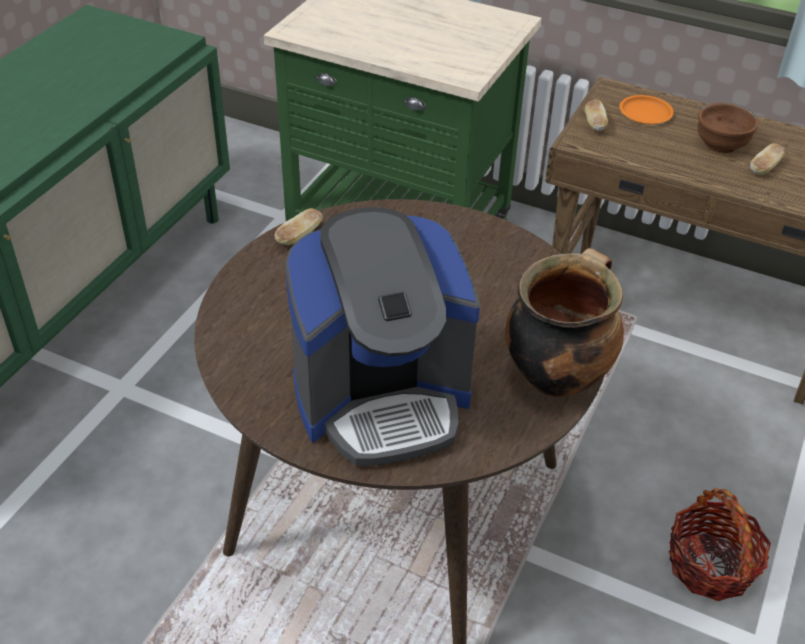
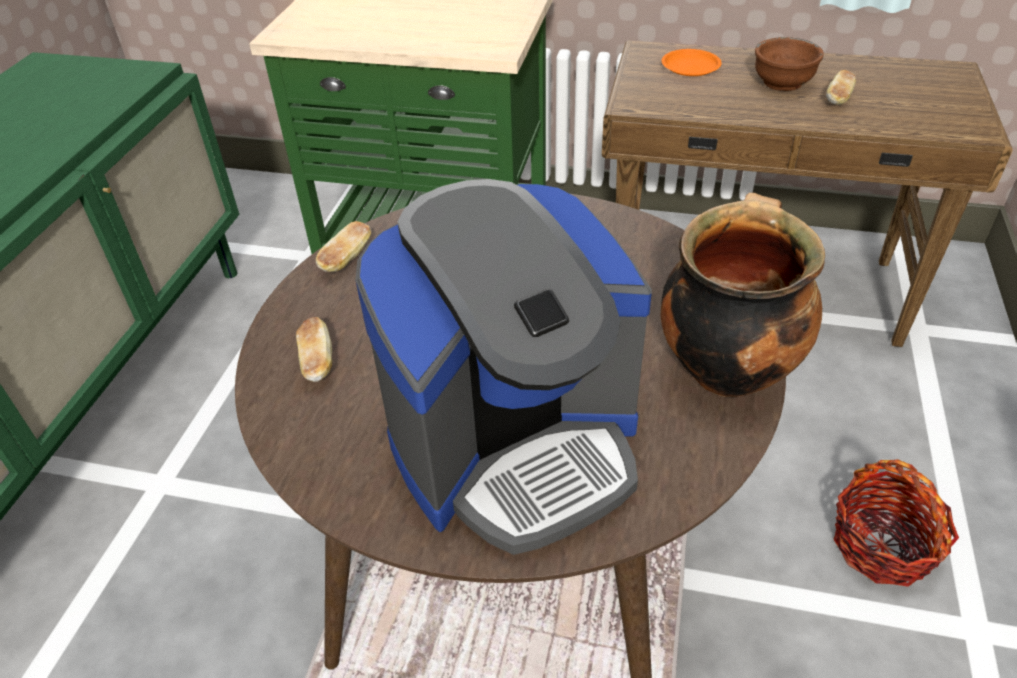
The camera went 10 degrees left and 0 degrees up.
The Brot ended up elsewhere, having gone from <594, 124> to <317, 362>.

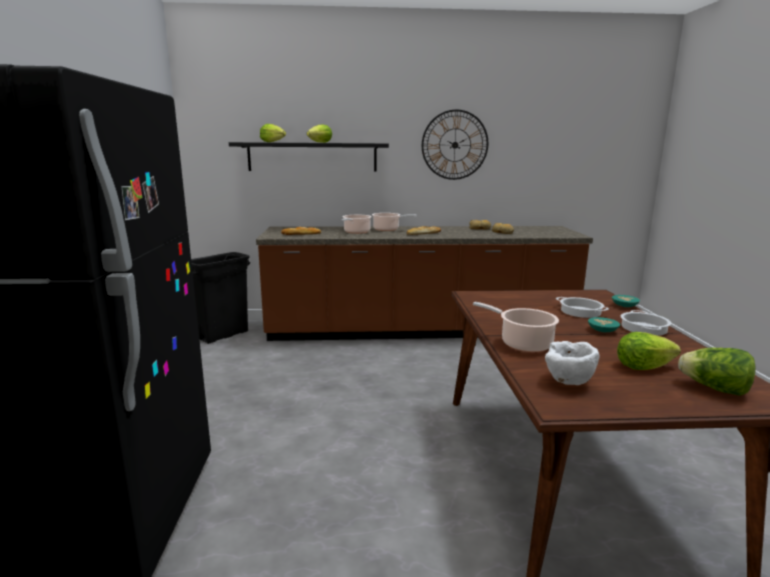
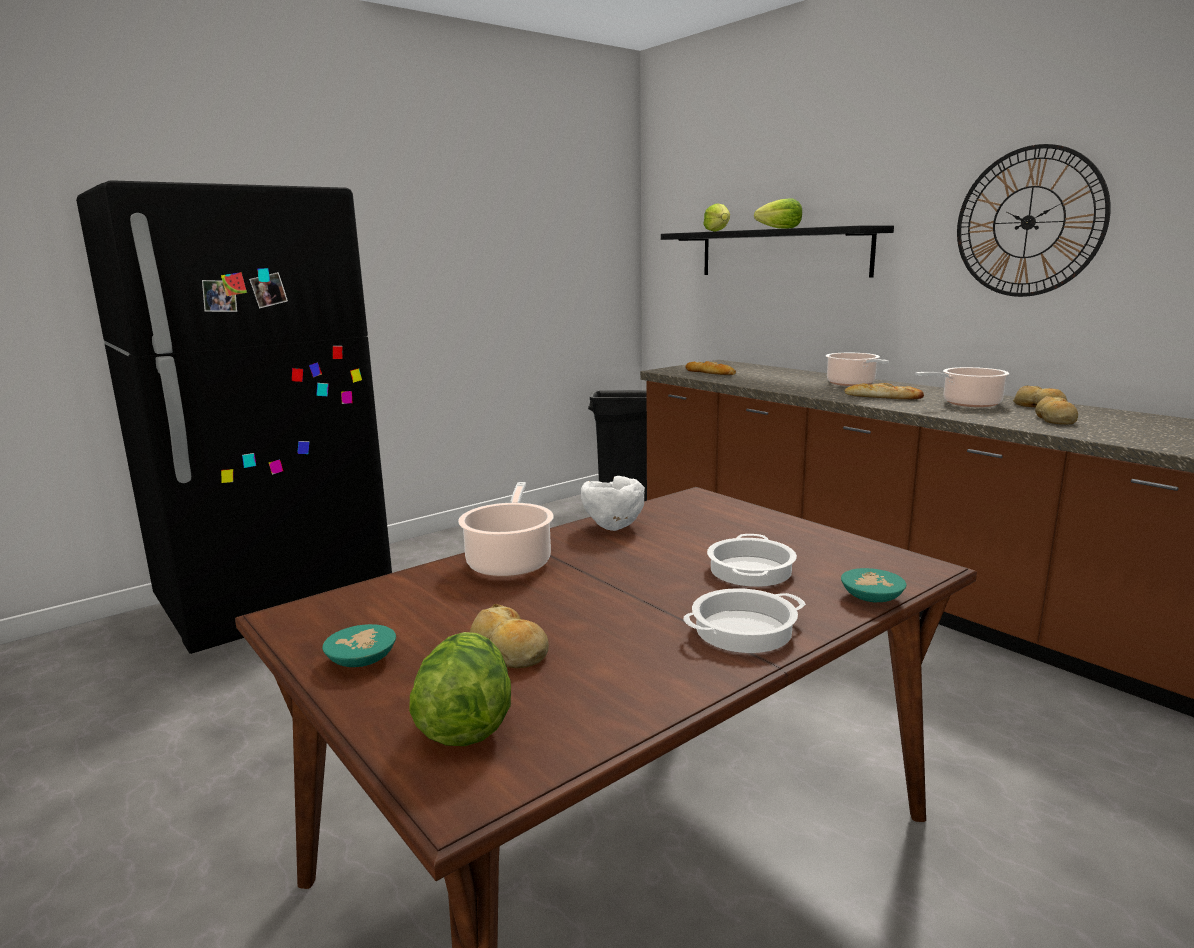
The camera went 55 degrees right and 0 degrees up.
The Schüssel/türkis ended up elsewhere, having gone from <601, 330> to <363, 659>.
Where the Salatkopf stood at <642, 367>, the Brot came to stand at <509, 651>.
The Schüssel/weiß ended up elsewhere, having gone from <568, 382> to <612, 527>.
The Kochtopf ended up elsewhere, having gone from <356, 232> to <968, 403>.

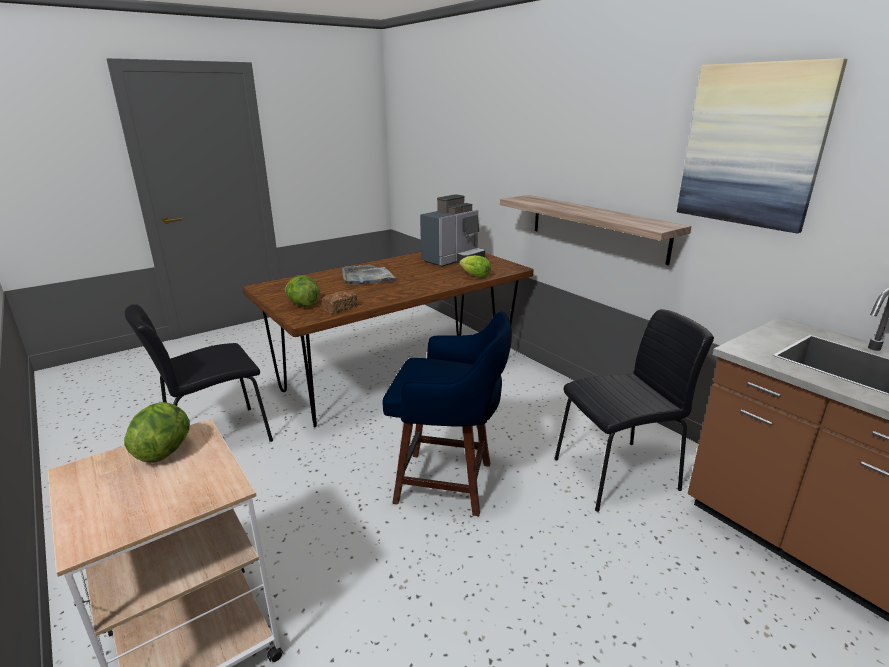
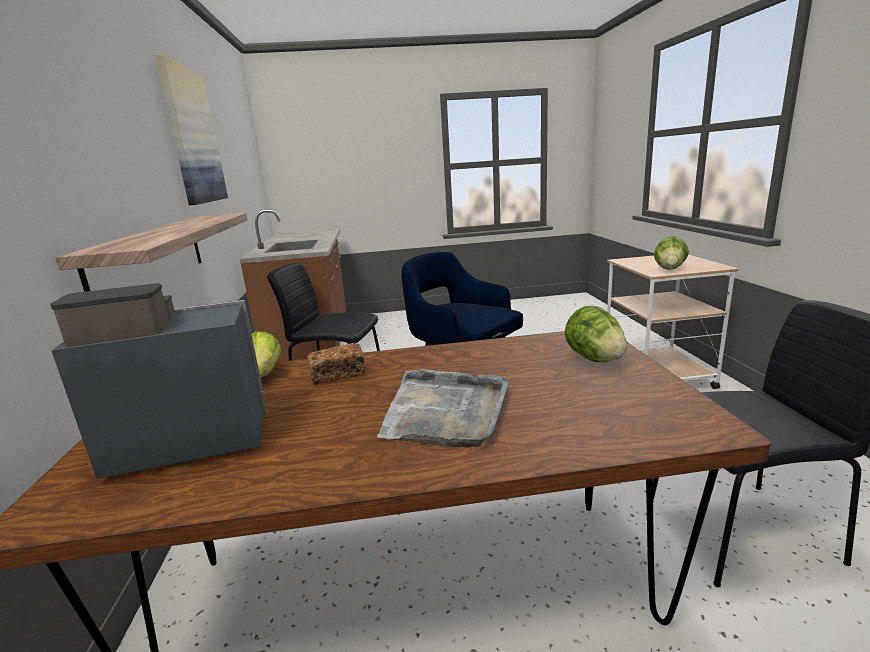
The camera went 150 degrees left and 5 degrees down.
The Brot ended up elsewhere, having gone from <340, 308> to <337, 375>.

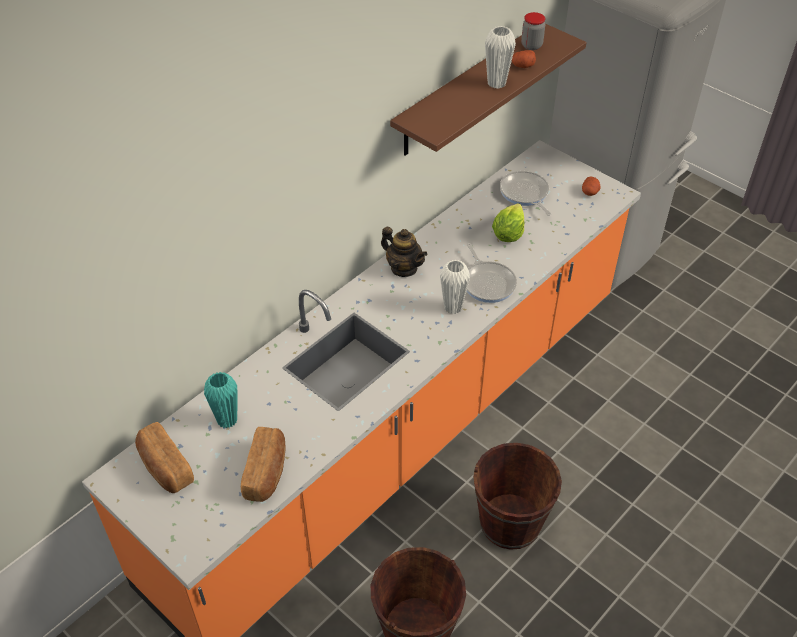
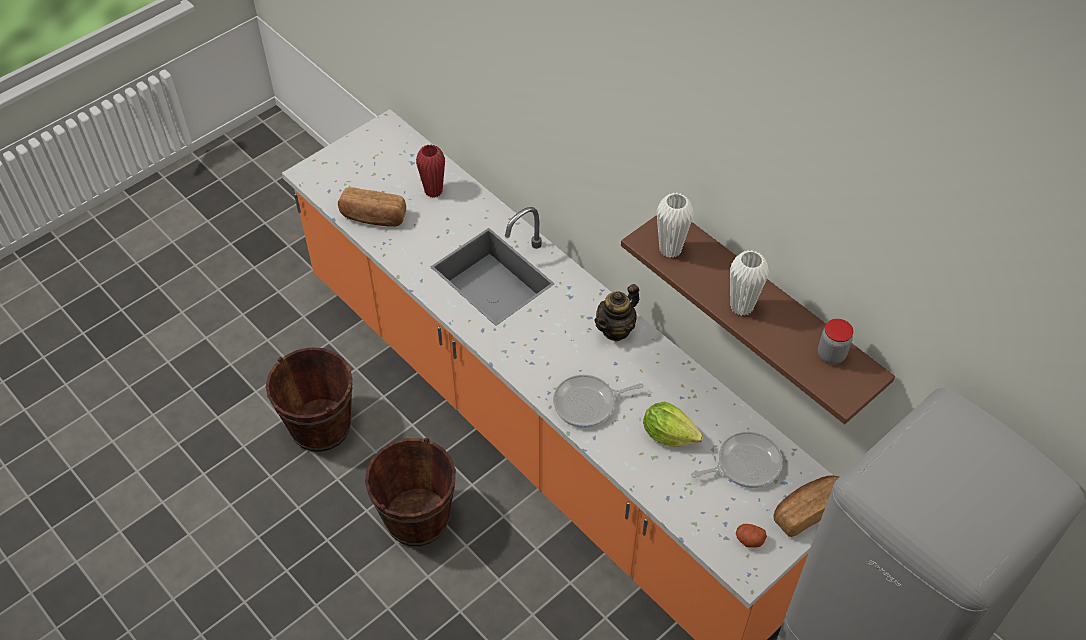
The camera went 95 degrees right and 5 degrees up.
What was the Vase/türkis at <227, 420> turned into the Vase/rot at <433, 191>.
The Vase/weiß ended up elsewhere, having gone from <453, 307> to <670, 249>.
The Brot ended up elsewhere, having gone from <165, 467> to <808, 511>.
The second view lost the Kartoffel at <522, 66>.

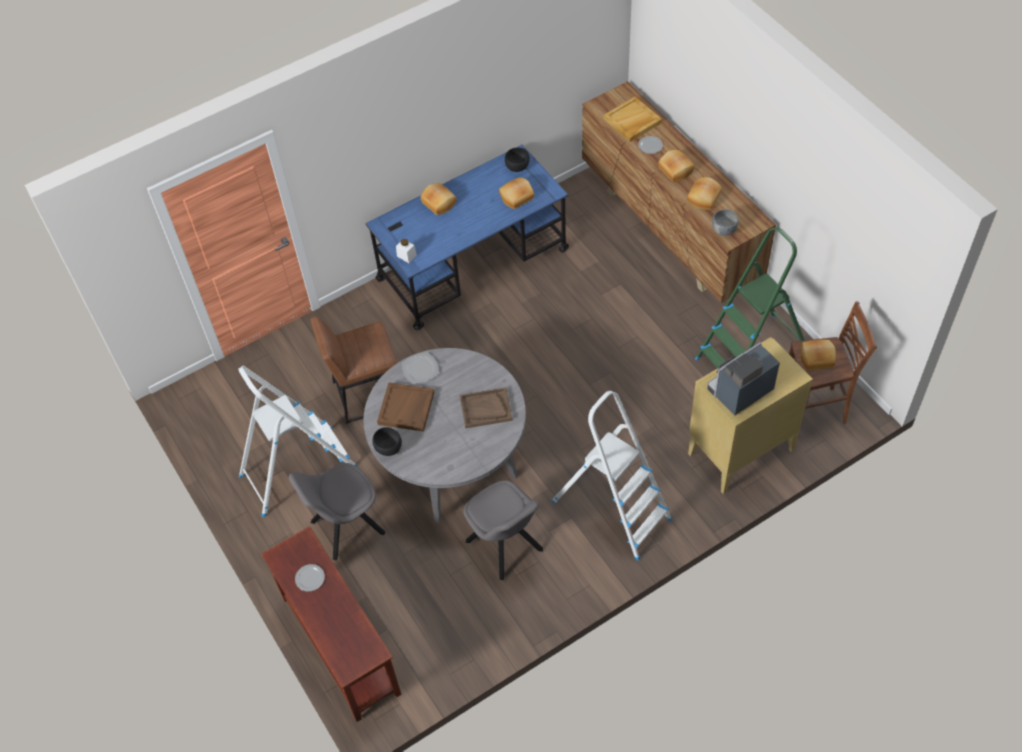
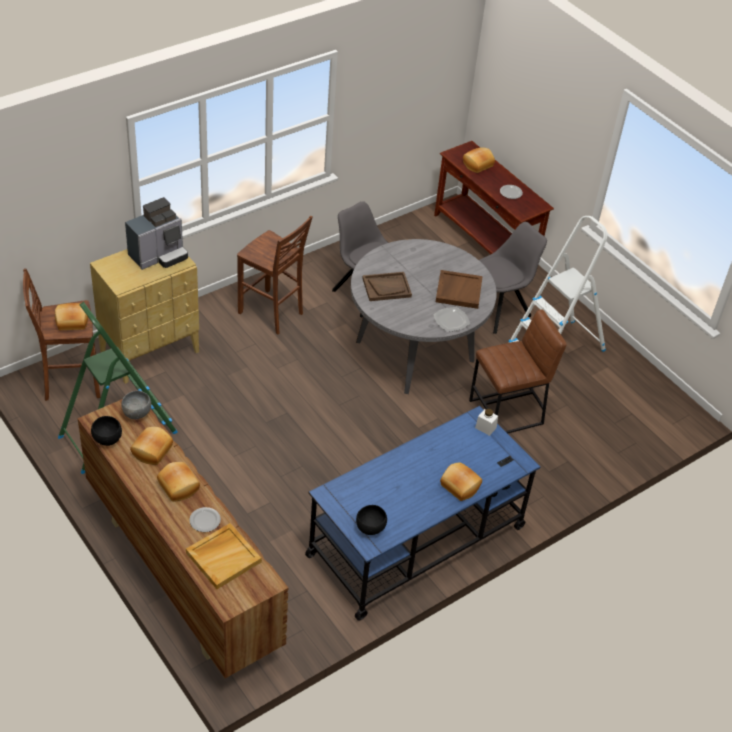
The camera went 170 degrees right and 10 degrees down.
The Schüssel/schwarz ended up elsewhere, having gone from <388, 449> to <107, 439>.
Where the Trittleiter/weiß stood at <612, 510>, the Hocker/braun came to stand at <272, 314>.
The Brot ended up elsewhere, having gone from <517, 198> to <477, 164>.

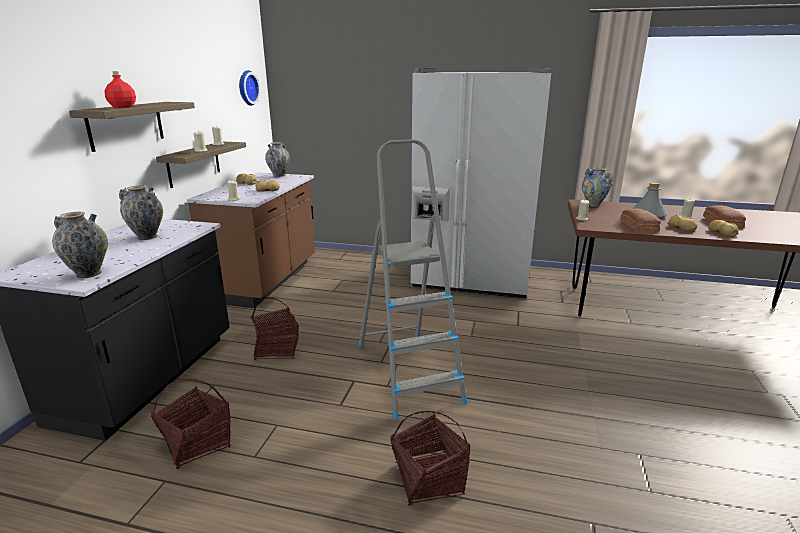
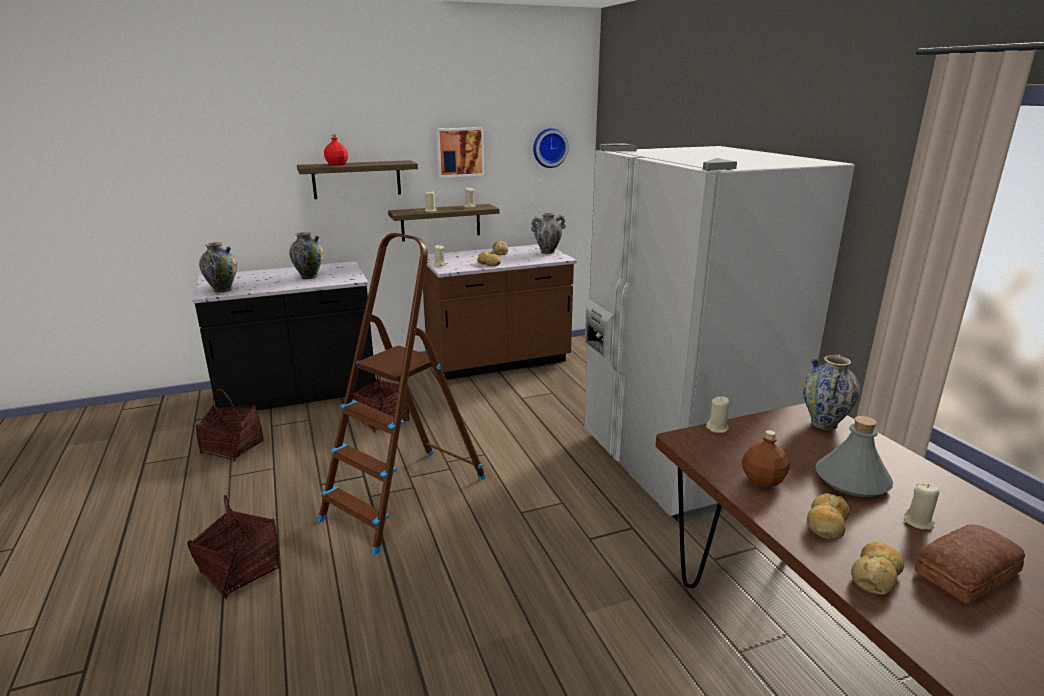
The camera went 55 degrees right and 0 degrees up.
What was the Trittleiter/grau at <408, 371> turned into the Trittleiter/braun at <405, 498>.
The second view gained the Bild at <459, 152>.
Where the Brot stood at <639, 226>, the Flasche/braun came to stand at <763, 480>.

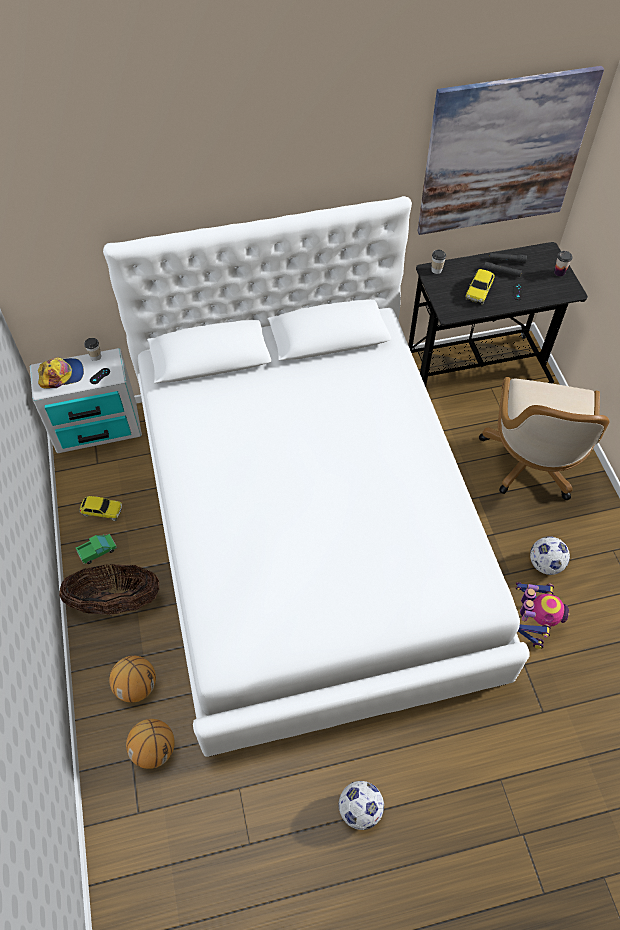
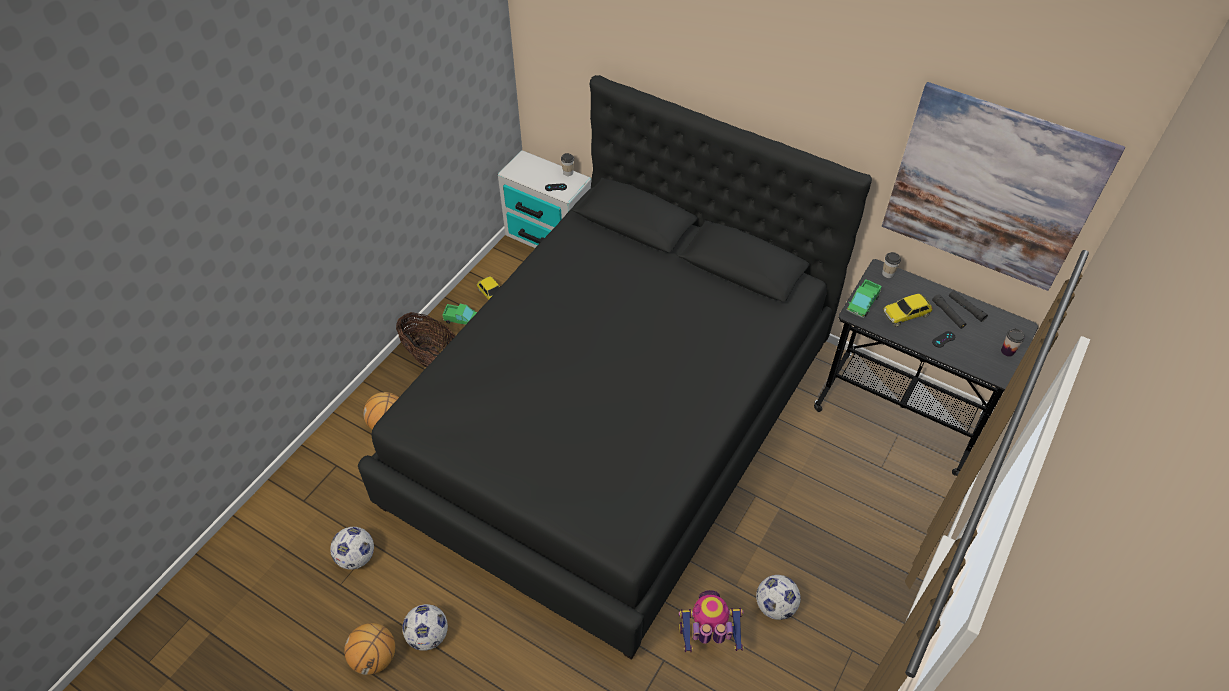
The camera went 45 degrees right and 5 degrees down.
The second view gained the Fußball at <356, 557>.
The Basketball ended up elsewhere, having gone from <154, 749> to <375, 657>.
What was the Bett/weiß at <310, 530> turned into the Bett/schwarz at <615, 422>.
The Spielzeugroboter at <531, 623> ended up facing another way, 150 degrees counterclockwise from before.
The second view gained the Spielzeuglaster at <862, 303>.
The second view lost the Kappe at <61, 375>.
The second view lost the Bürostuhl at <532, 465>.

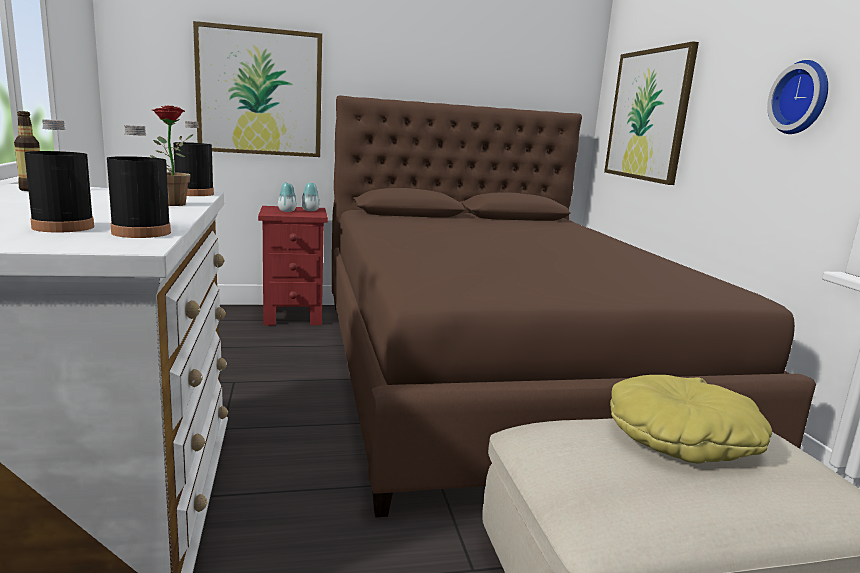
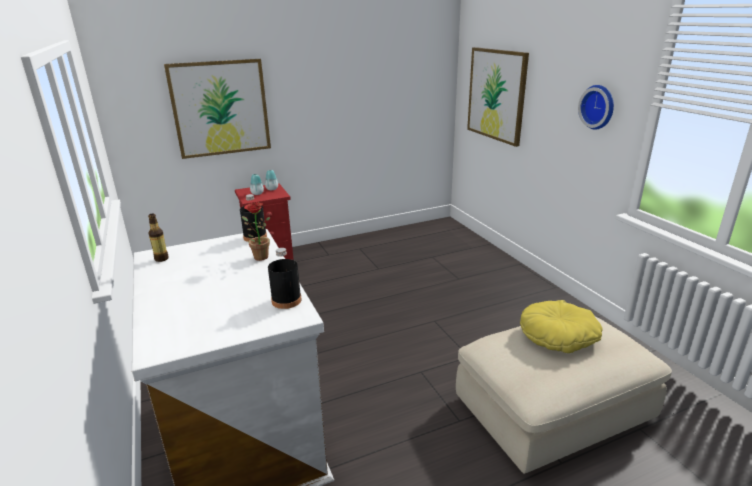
The camera went 10 degrees left and 10 degrees up.
The second view lost the Flasche/schwarz at <63, 227>.
The second view lost the Bett/braun at <496, 372>.

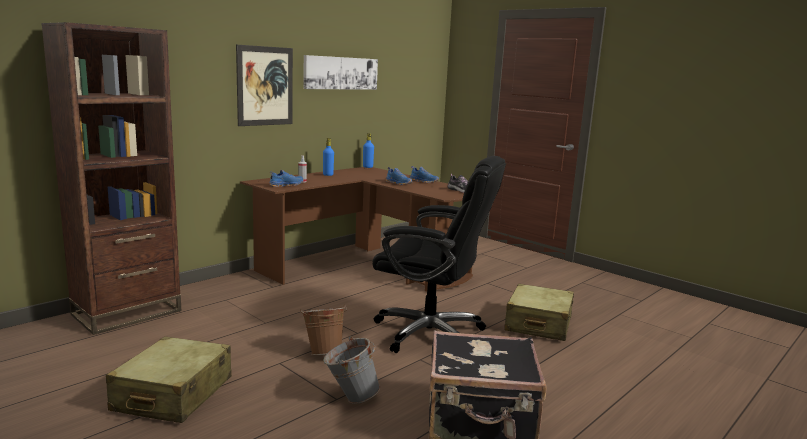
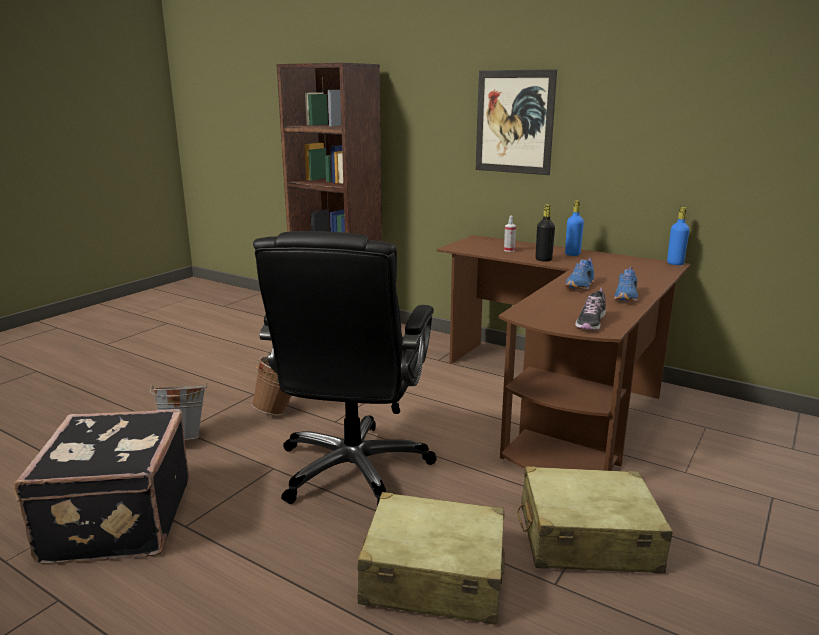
The camera went 80 degrees right and 5 degrees up.
The Koffer/beige ended up elsewhere, having gone from <173, 394> to <586, 538>.
The second view gained the Flasche/schwarz at <543, 260>.
The second view lost the Schuh/blau at <286, 185>.
The second view lost the Bild at <341, 73>.

